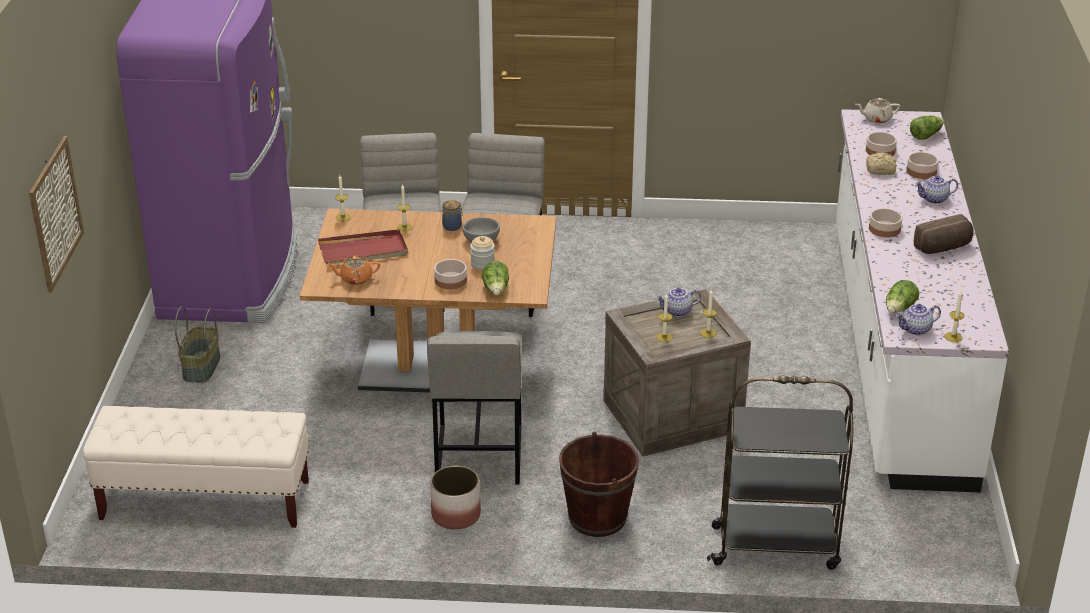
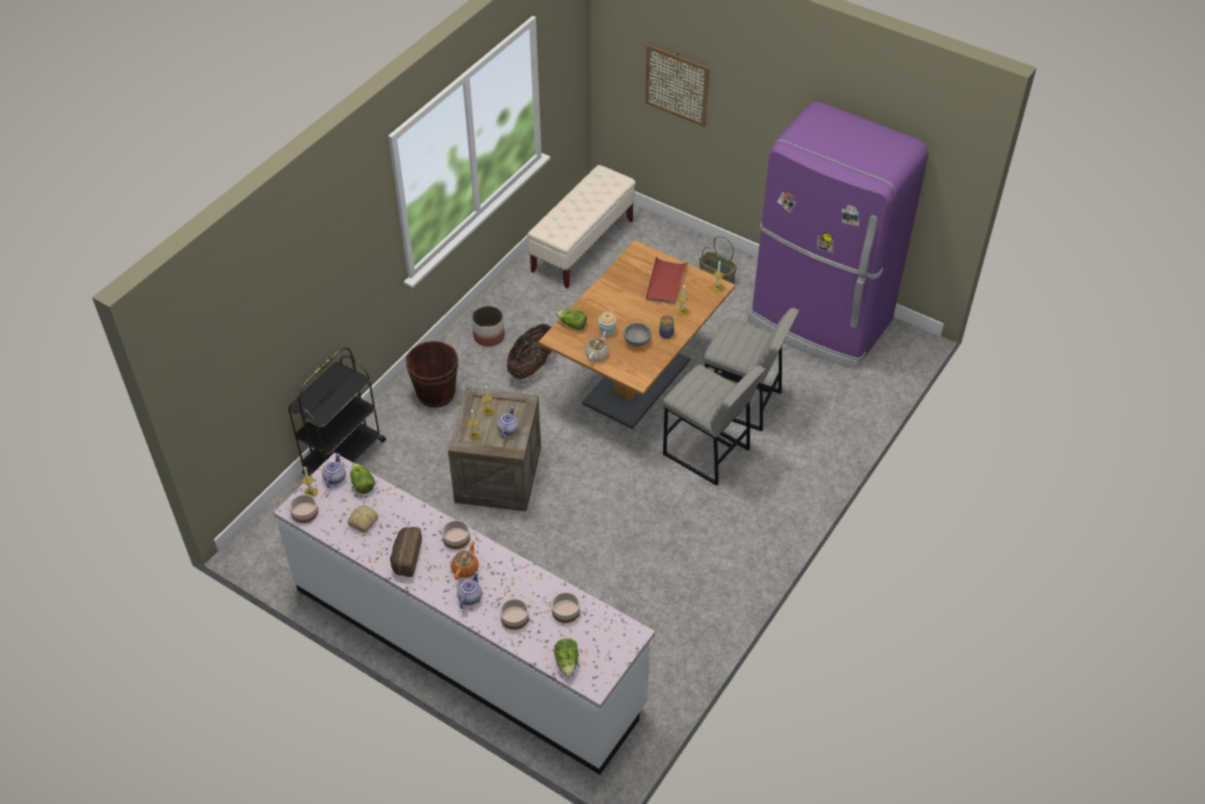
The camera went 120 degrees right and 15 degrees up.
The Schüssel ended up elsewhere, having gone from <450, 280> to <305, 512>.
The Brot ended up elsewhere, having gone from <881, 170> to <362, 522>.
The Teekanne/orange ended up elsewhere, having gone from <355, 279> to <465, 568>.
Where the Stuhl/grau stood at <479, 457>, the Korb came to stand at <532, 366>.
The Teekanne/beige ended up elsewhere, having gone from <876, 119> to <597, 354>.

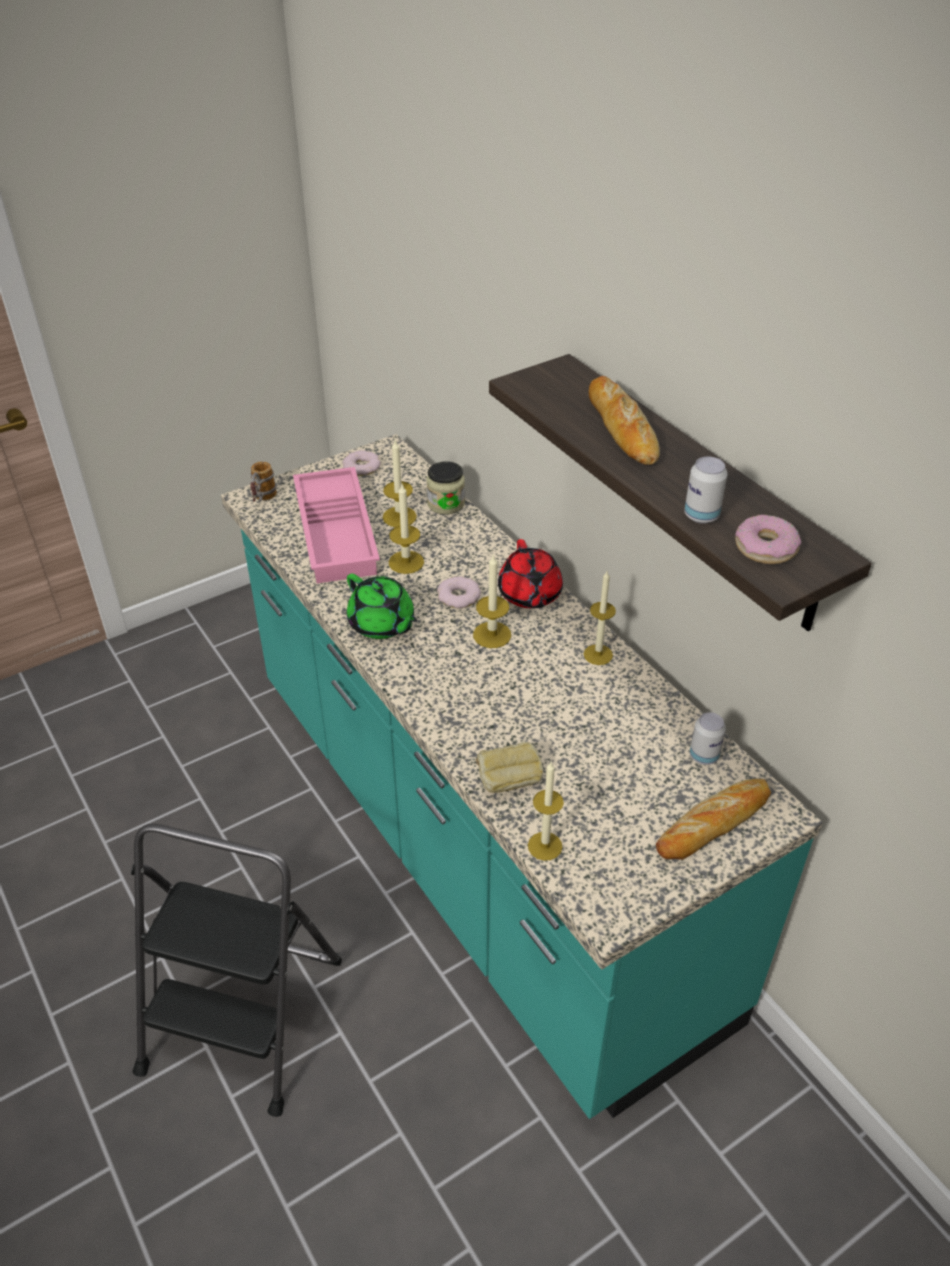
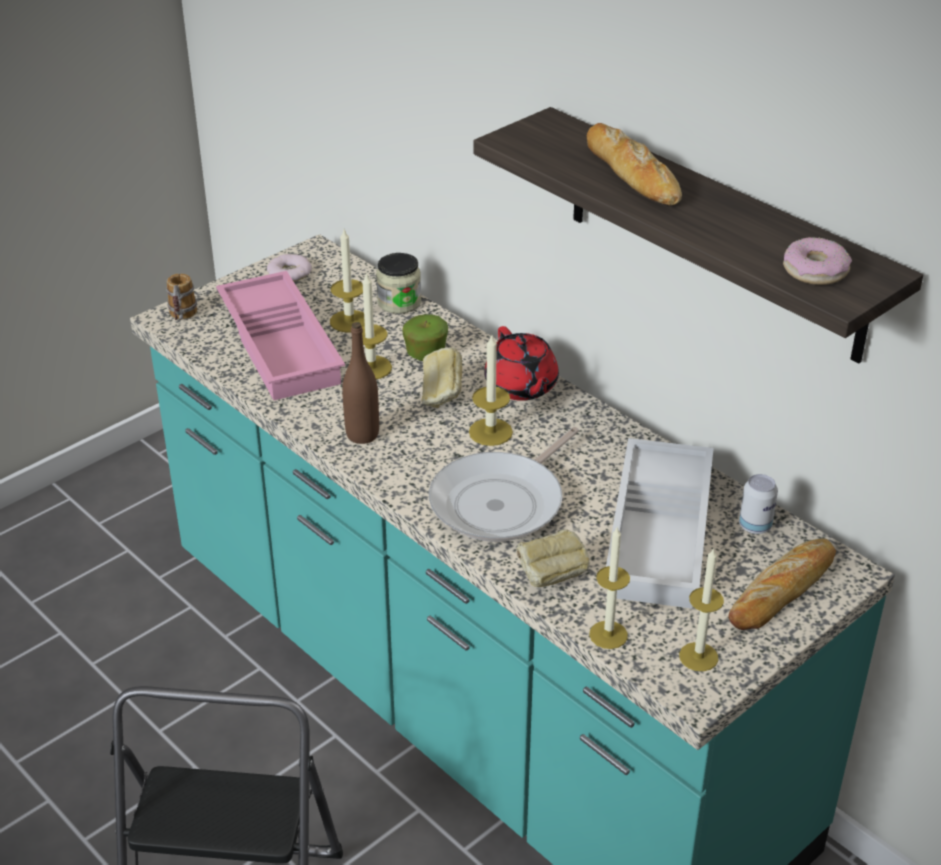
The camera went 10 degrees left and 5 degrees down.
Where the Teekanne/grün stood at <382, 624>, the Flasche/braun came to stand at <362, 435>.
The second view gained the Apfel at <426, 354>.
Where the Donut stood at <458, 596>, the Brot came to stand at <442, 397>.
The second view gained the Pfanne at <502, 502>.
The second view gained the Tablett/weiß at <662, 533>.
The Kerze ended up elsewhere, having gone from <598, 654> to <698, 657>.
The second view lost the Dose at <701, 516>.

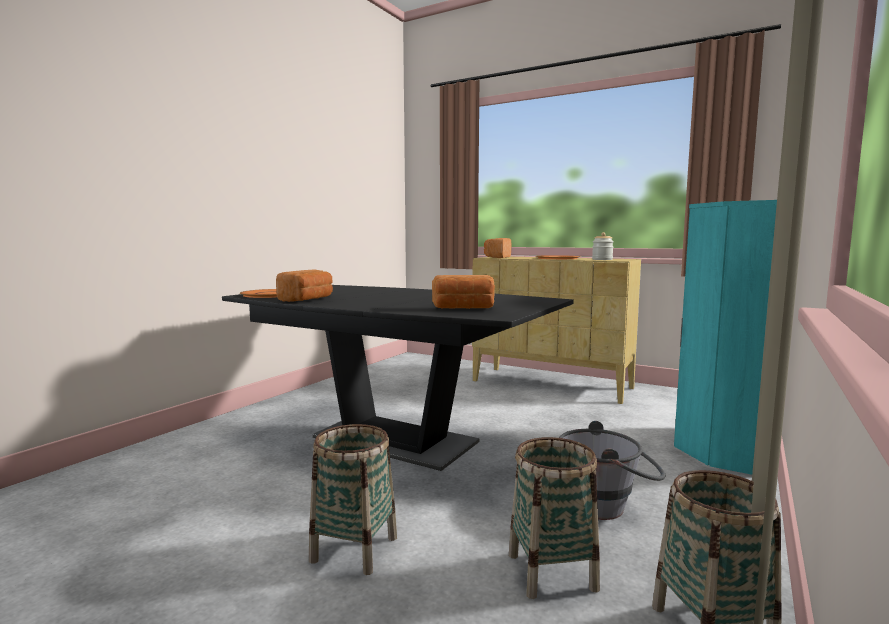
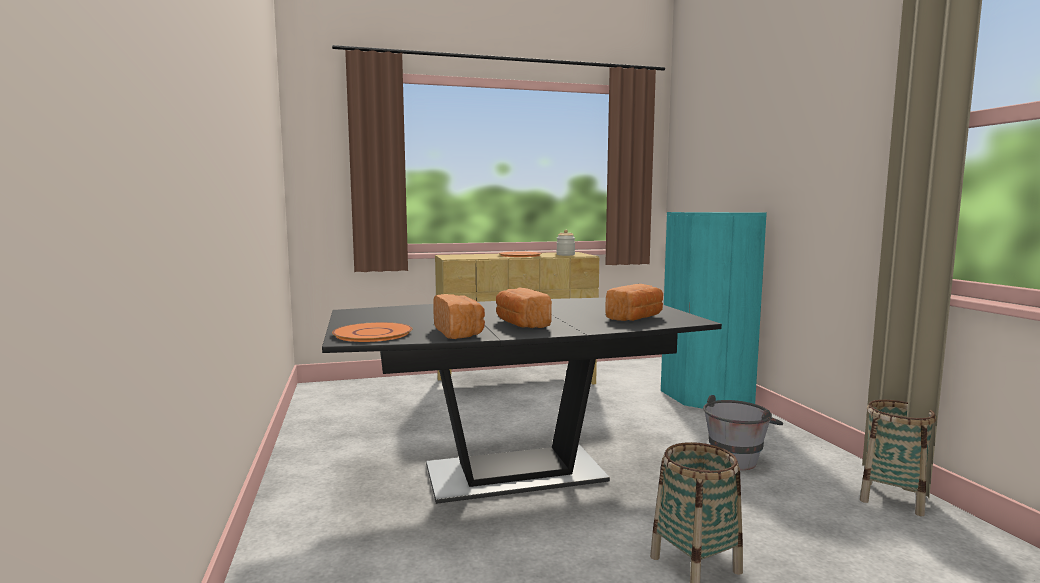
The camera went 45 degrees left and 0 degrees up.
The Brot ended up elsewhere, having gone from <497, 257> to <521, 324>.
The second view lost the Korb at <552, 572>.

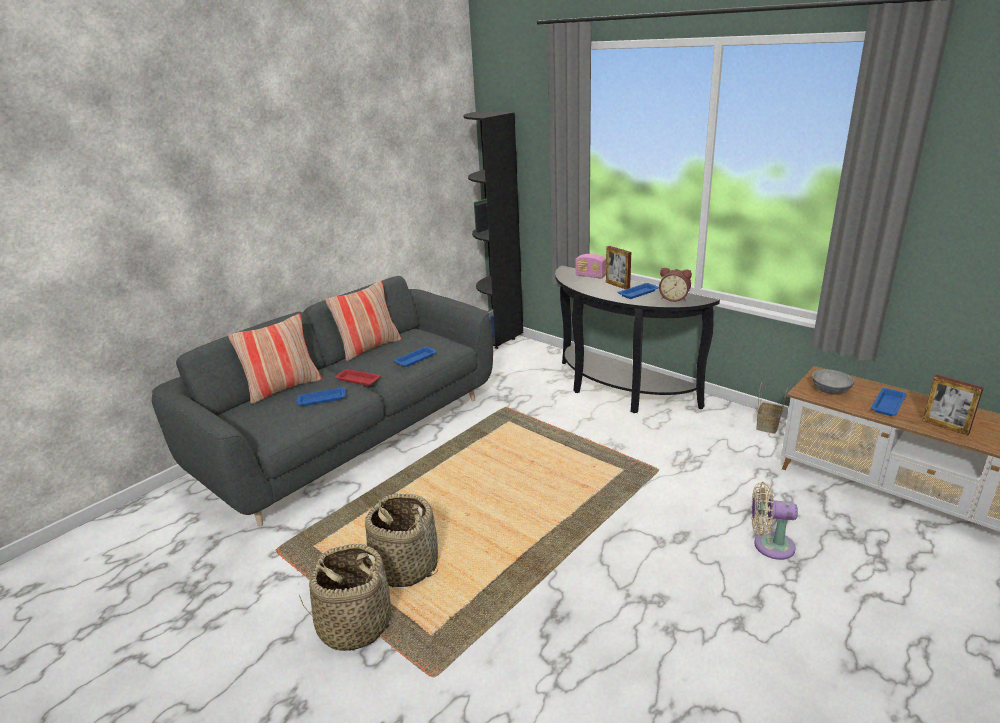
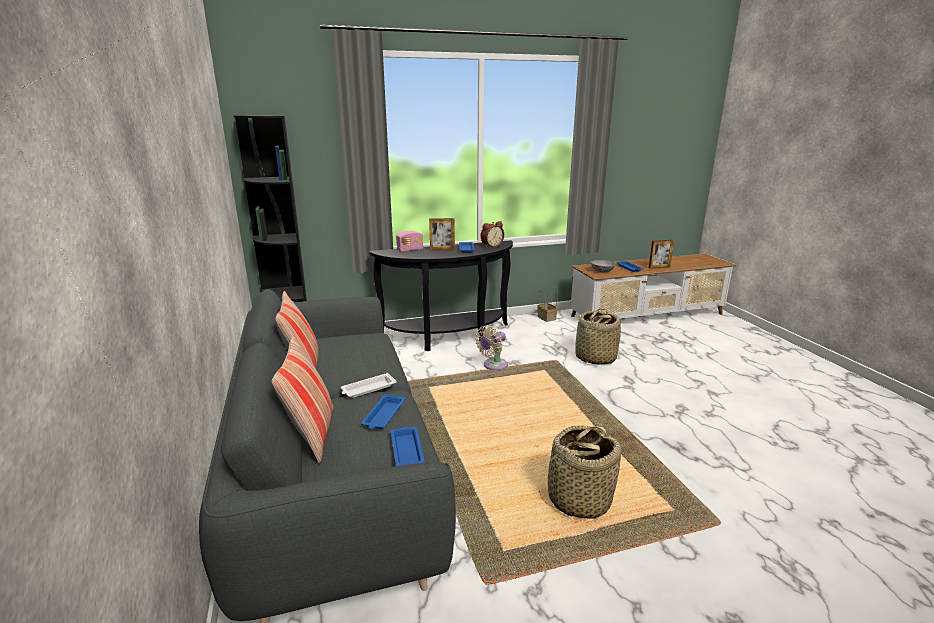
The camera went 60 degrees left and 5 degrees down.
What was the Tablett/rot at <357, 380> turned into the Tablett/weiß at <368, 389>.
The Tablett/blau ended up elsewhere, having gone from <416, 359> to <407, 450>.
The Ventilator/beige ended up elsewhere, having gone from <769, 545> to <493, 365>.
The Korb ended up elsewhere, having gone from <354, 624> to <595, 358>.

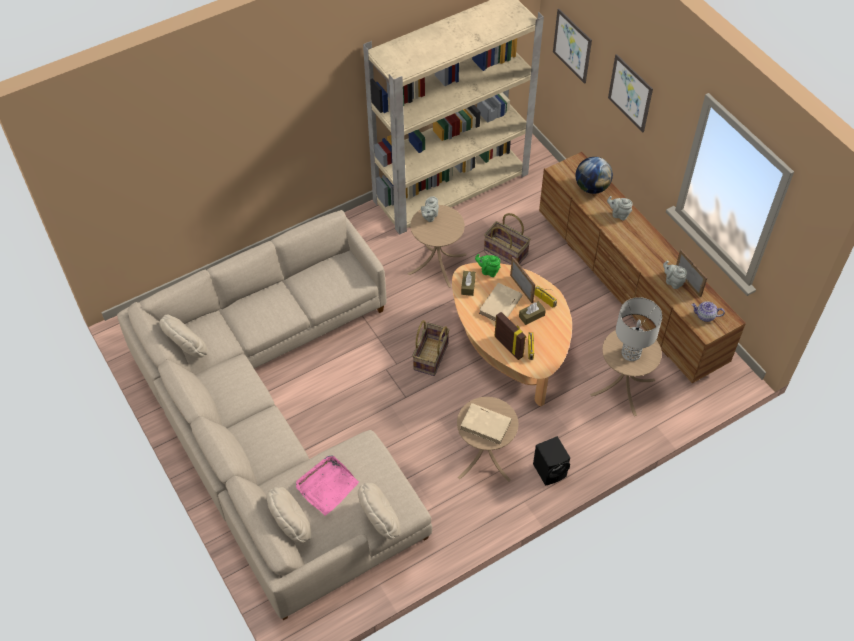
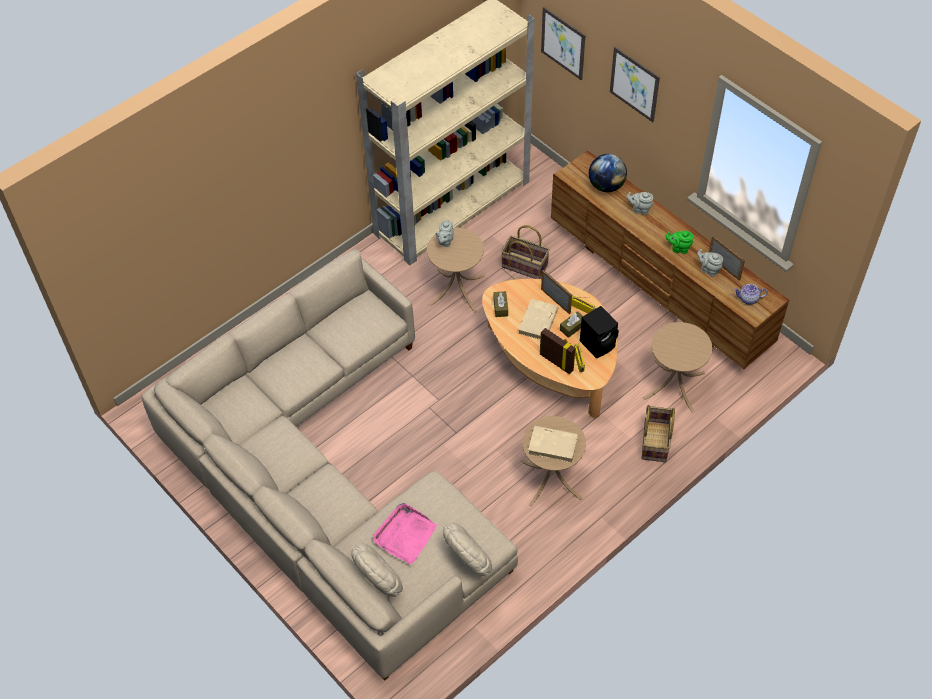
The camera went 10 degrees left and 0 degrees up.
The Lautsprecher/schwarz ended up elsewhere, having gone from <551, 470> to <598, 343>.
The Korb ended up elsewhere, having gone from <431, 357> to <656, 442>.
The Teekanne/grün ended up elsewhere, having gone from <488, 271> to <679, 248>.
The second view lost the Kissen/beige at <187, 350>.
The second view lost the Tischlampe/weiß at <631, 352>.

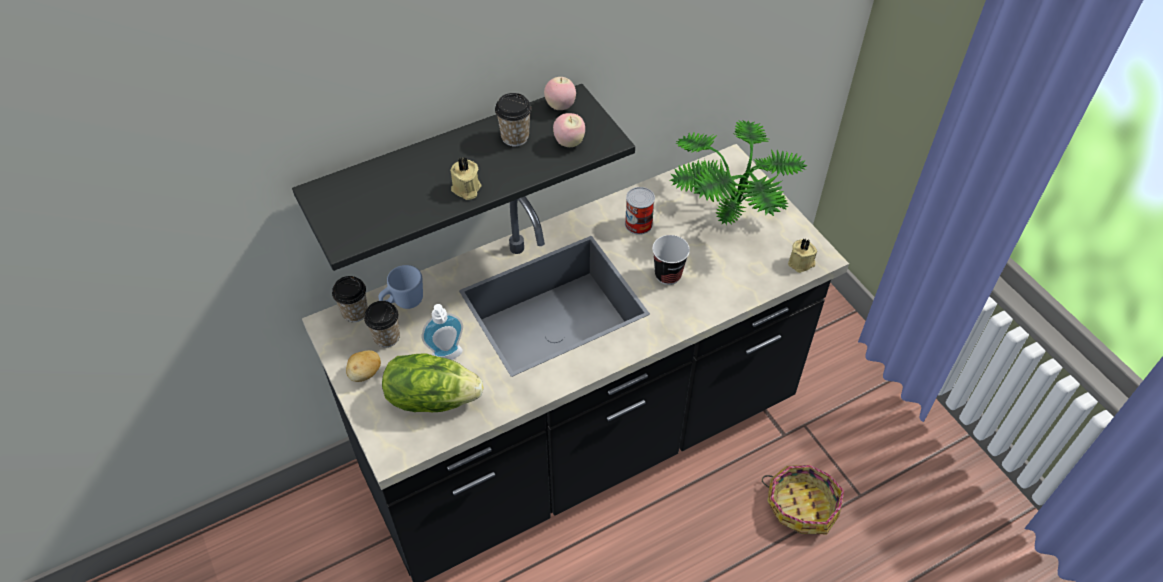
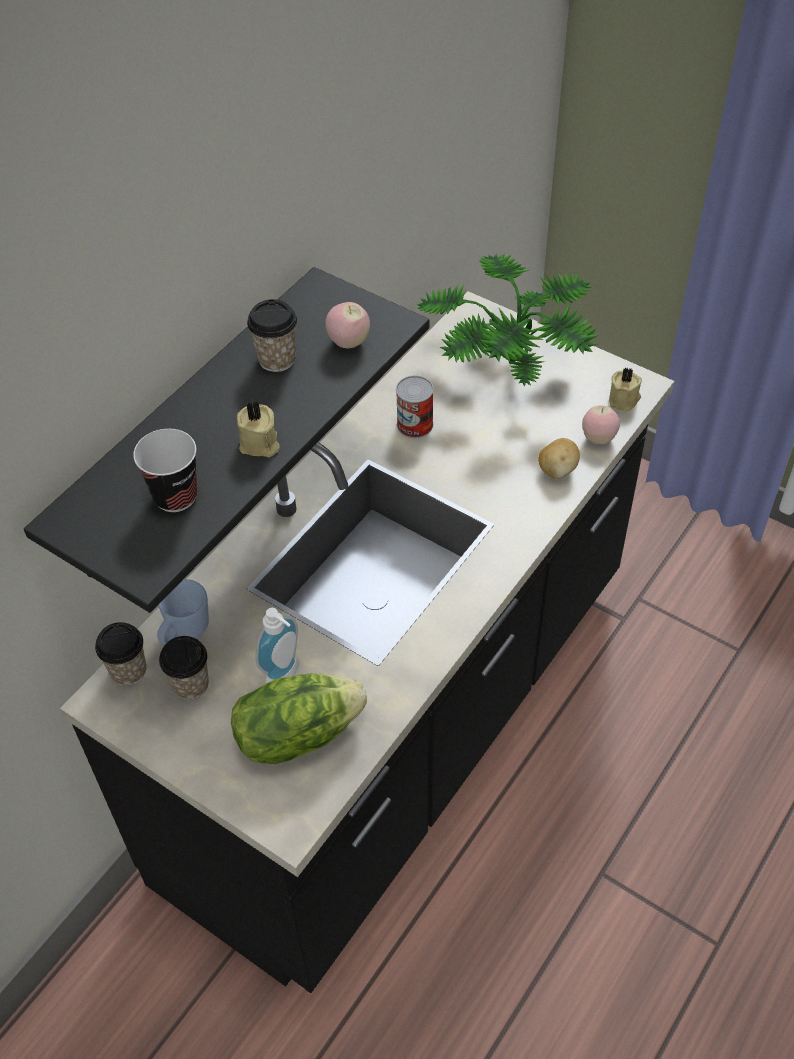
The camera went 25 degrees left and 0 degrees up.
The Tasse ended up elsewhere, having gone from <668, 275> to <175, 496>.
The Kartoffel ended up elsewhere, having gone from <365, 374> to <557, 470>.
The Apfel ended up elsewhere, having gone from <560, 106> to <598, 438>.
The second view lost the Korb at <801, 505>.

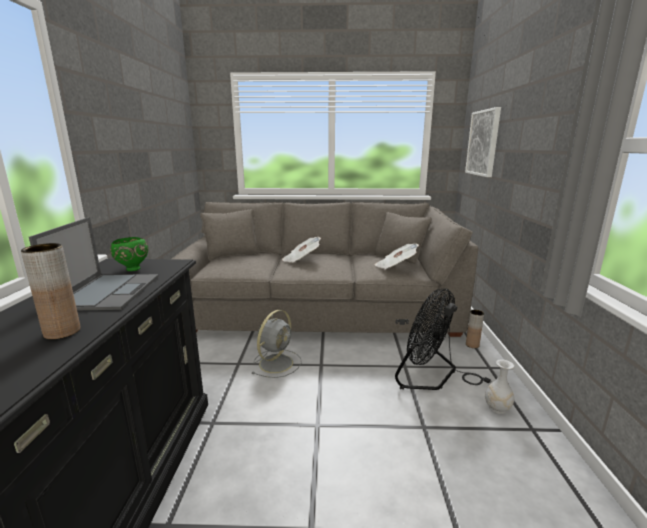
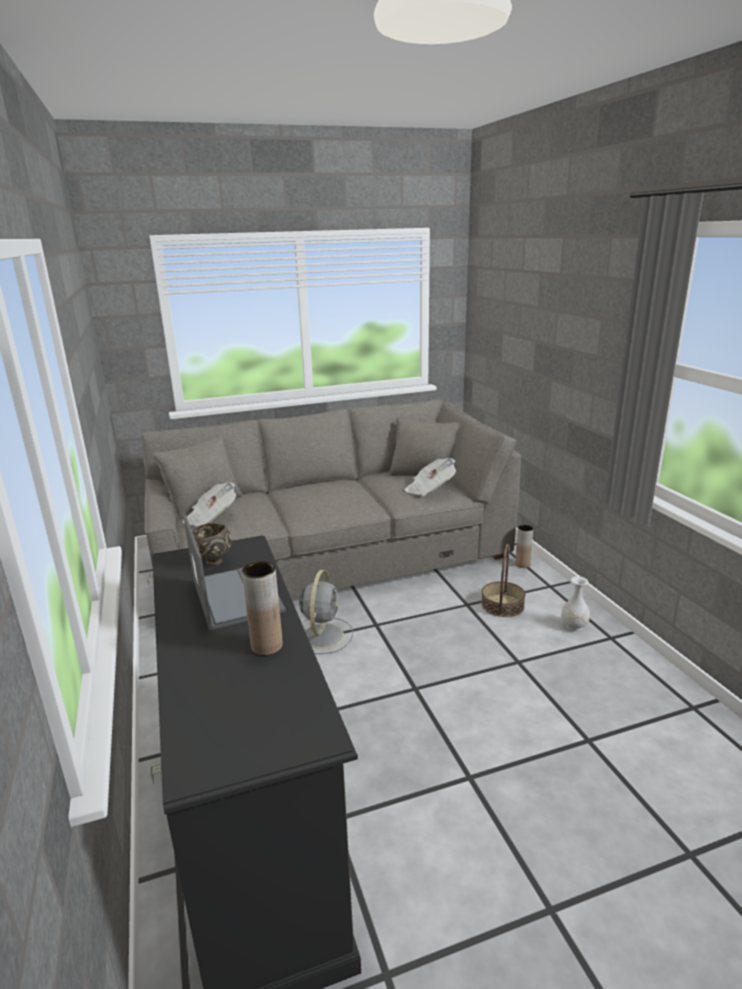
The camera went 20 degrees left and 5 degrees up.
The Zeitung ended up elsewhere, having gone from <301, 260> to <211, 518>.
What was the Schüssel/grün at <132, 269> turned into the Schüssel/braun at <213, 562>.
Where the Ventilator/schwarz stood at <436, 373>, the Korb came to stand at <502, 605>.
The second view lost the Bild at <483, 143>.

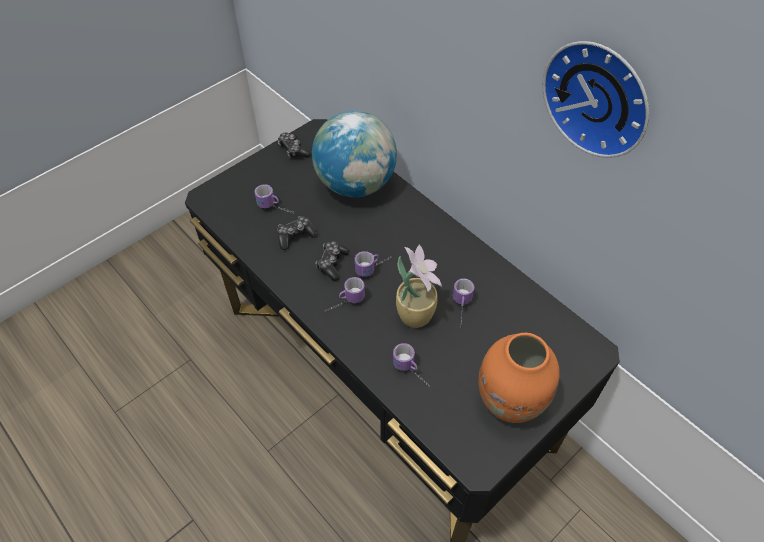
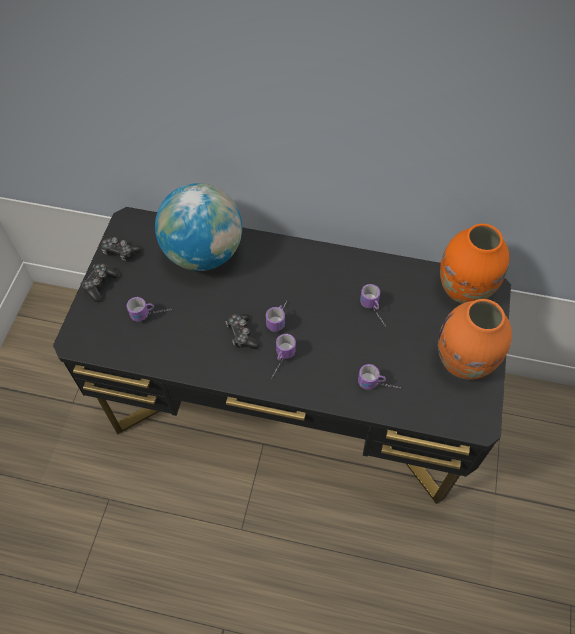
The camera went 35 degrees left and 5 degrees up.
The Gamepad ended up elsewhere, having gone from <295, 236> to <100, 284>.
The second view gained the Vase/orange at <464, 290>.
The second view lost the Topfpflanze at <415, 313>.
The second view lost the Wanduhr at <599, 96>.

